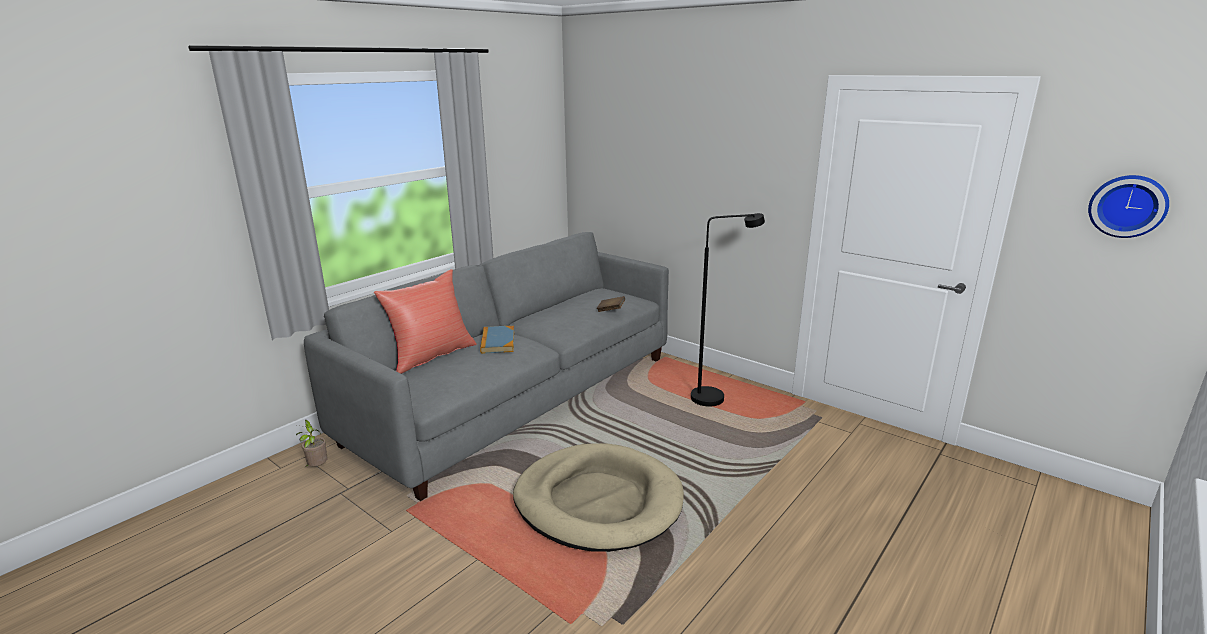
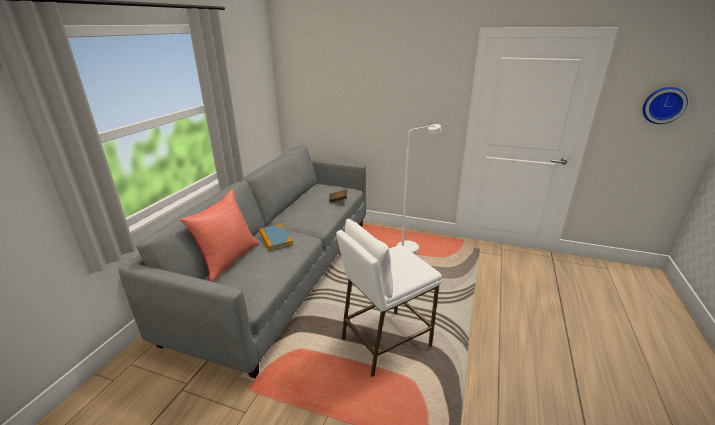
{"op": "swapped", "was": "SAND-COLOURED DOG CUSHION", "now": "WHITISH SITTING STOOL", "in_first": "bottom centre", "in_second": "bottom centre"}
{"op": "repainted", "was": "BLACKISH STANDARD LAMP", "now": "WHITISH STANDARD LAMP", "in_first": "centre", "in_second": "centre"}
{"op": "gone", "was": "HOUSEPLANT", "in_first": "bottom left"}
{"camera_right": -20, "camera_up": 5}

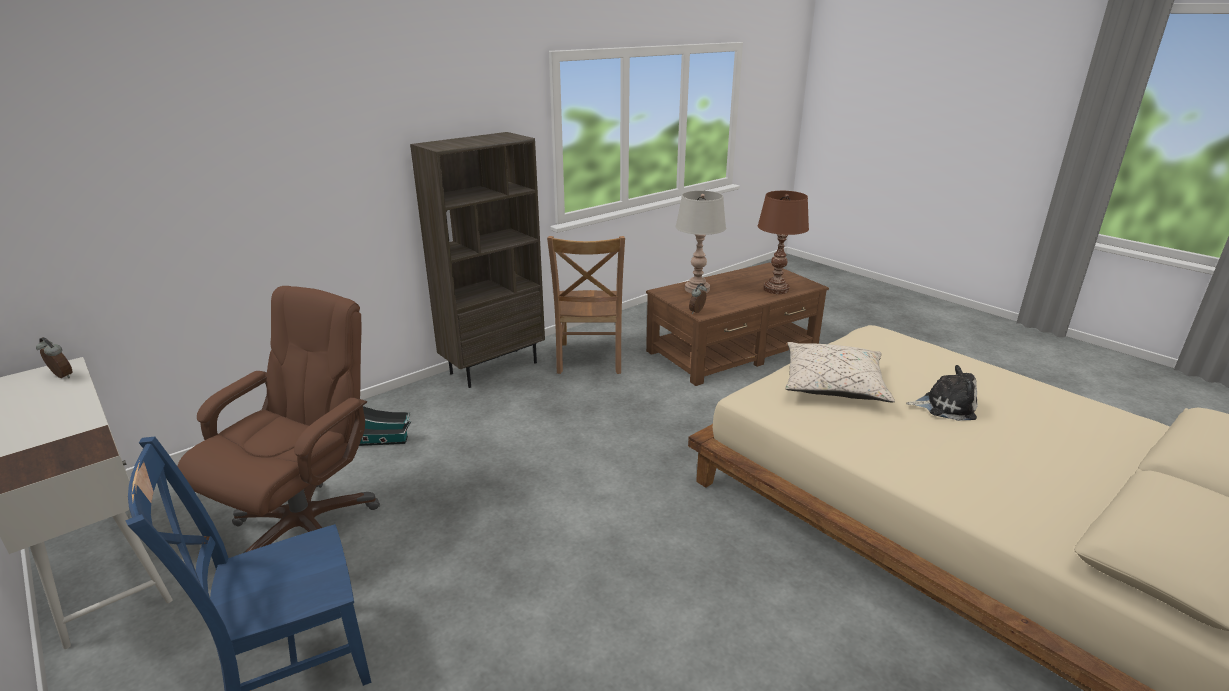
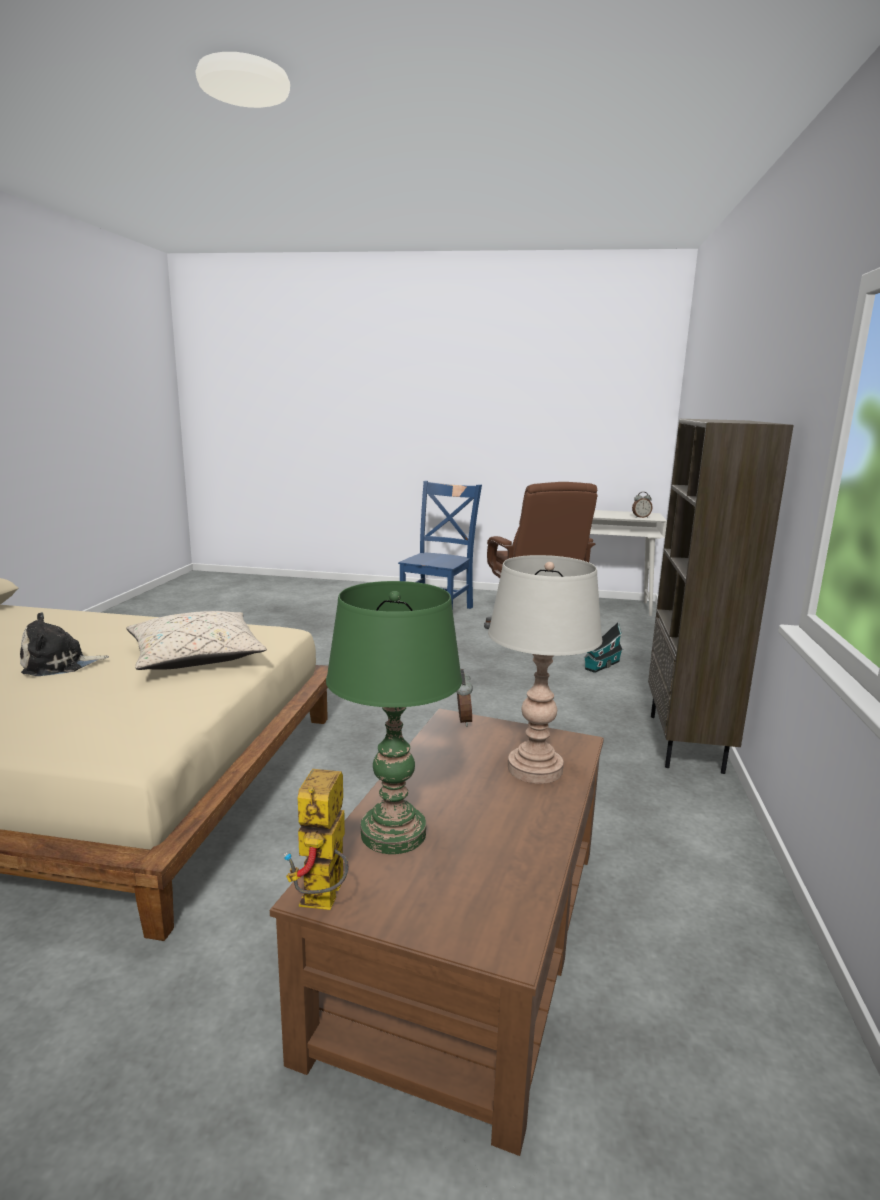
{"op": "new", "now": "ROBOT FIGURE", "in_second": "bottom centre"}
{"op": "repainted", "was": "BROWN TABLE LAMP", "now": "GREENISH TABLE LAMP", "in_first": "centre", "in_second": "centre"}
{"op": "gone", "was": "BROWN UPRIGHT CHAIR", "in_first": "centre"}
{"camera_right": 140, "camera_up": -10}

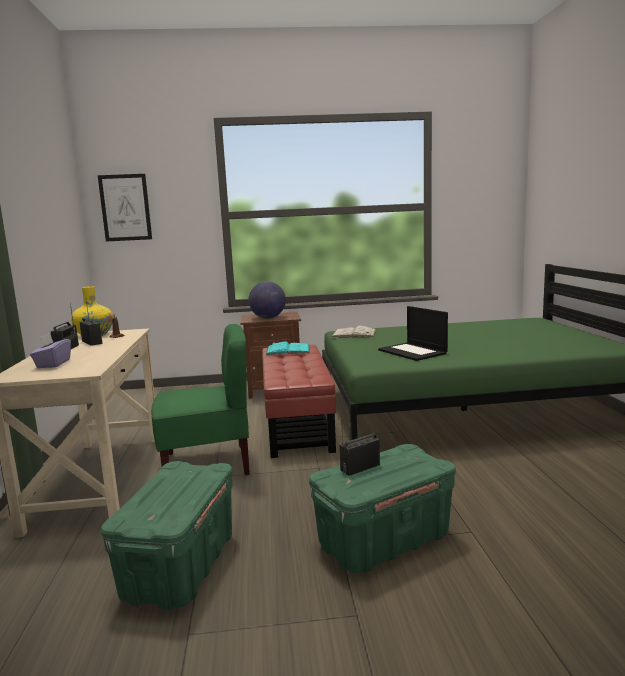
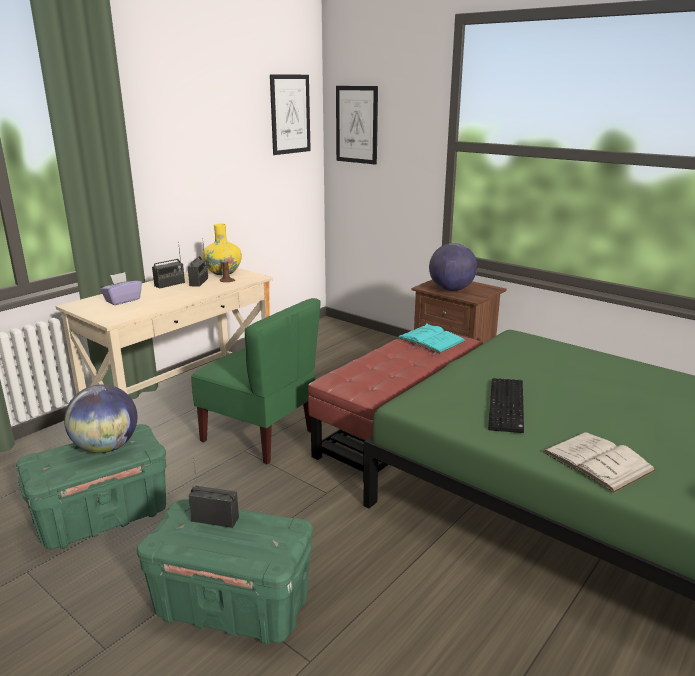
{"op": "new", "now": "DESK GLOBE (no. 1 from left)", "in_second": "middle left"}
{"op": "new", "now": "PICTURE (no. 1 from left)", "in_second": "top centre"}
{"op": "swapped", "was": "PORTABLE COMPUTER", "now": "COMPUTER KEYBOARD", "in_first": "centre", "in_second": "middle right"}
{"op": "shifted", "was": "WHITISH VOLUME", "in_first": "centre", "in_second": "bottom right"}
{"camera_right": 45, "camera_up": 10}

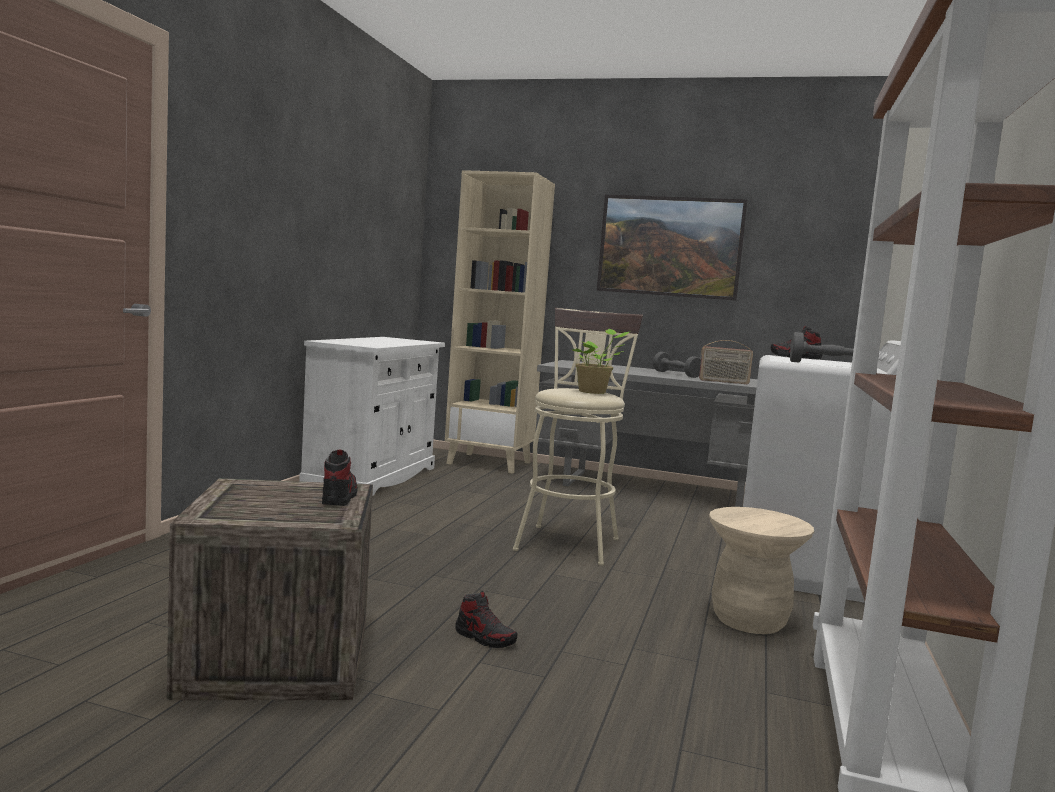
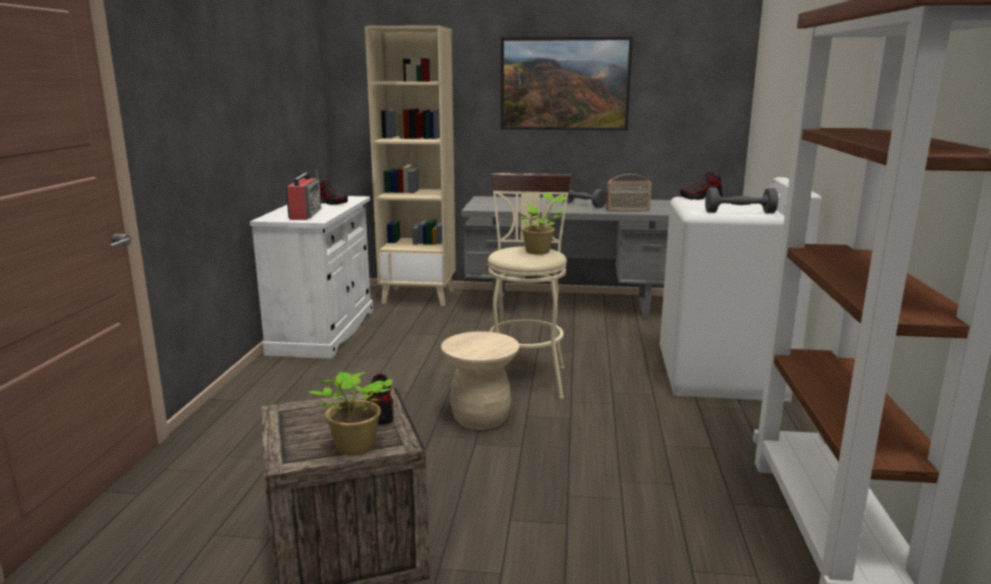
{"op": "new", "now": "RADIO SET (no. 1 from left)", "in_second": "middle left"}
{"op": "new", "now": "HOUSEPLANT (no. 1 from left)", "in_second": "bottom centre"}
{"op": "shifted", "was": "SHOE (no. 2 from left in the first image)", "now": "SHOE (no. 1 from left)", "in_first": "bottom centre", "in_second": "top centre"}
{"op": "shifted", "was": "SAND-COLOURED SITTING STOOL (no. 2 from left in the first image)", "now": "SAND-COLOURED SITTING STOOL (no. 1 from left)", "in_first": "bottom right", "in_second": "centre"}
{"camera_right": -10, "camera_up": 10}

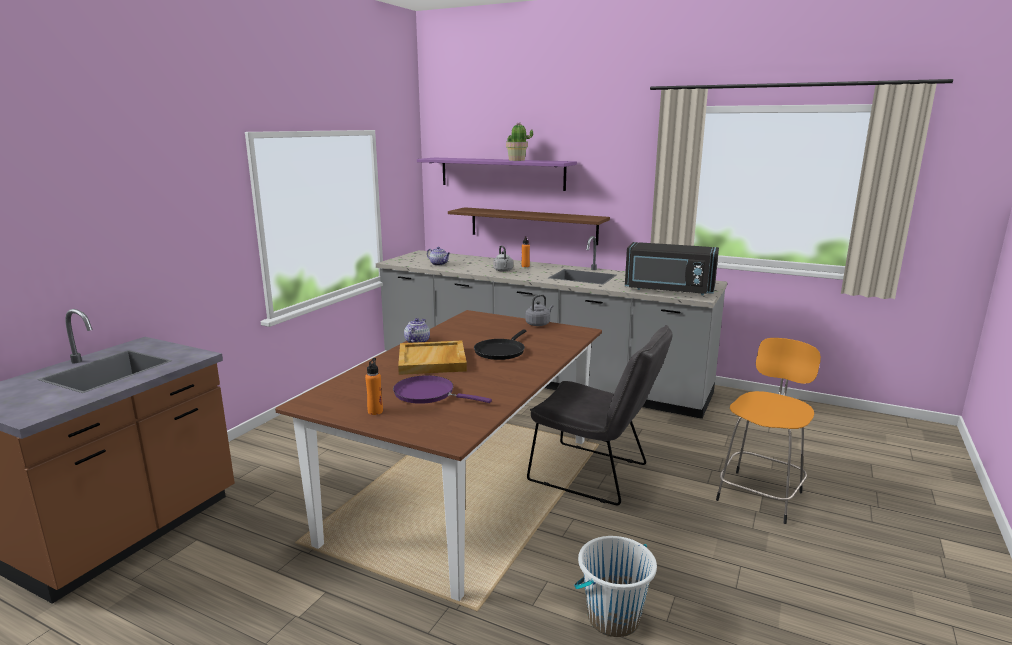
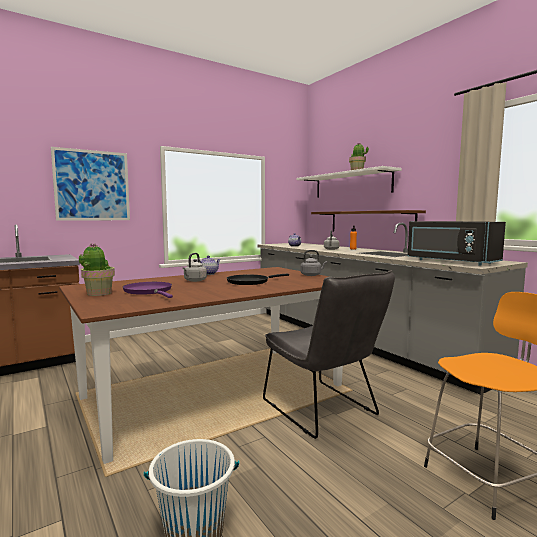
{"op": "new", "now": "PICTURE", "in_second": "middle left"}
{"op": "swapped", "was": "ORANGE-COLOURED BOTTLE (no. 1 from left)", "now": "HOUSEPLANT (no. 1 from left)", "in_first": "centre", "in_second": "middle left"}
{"op": "swapped", "was": "SAND-COLOURED TRAY", "now": "GRAY KETTLE (no. 1 from left)", "in_first": "centre", "in_second": "centre"}
{"op": "repainted", "was": "PURPLISH WALL SHELF", "now": "WHITISH WALL SHELF", "in_first": "top centre", "in_second": "centre"}
{"camera_right": 30, "camera_up": -10}

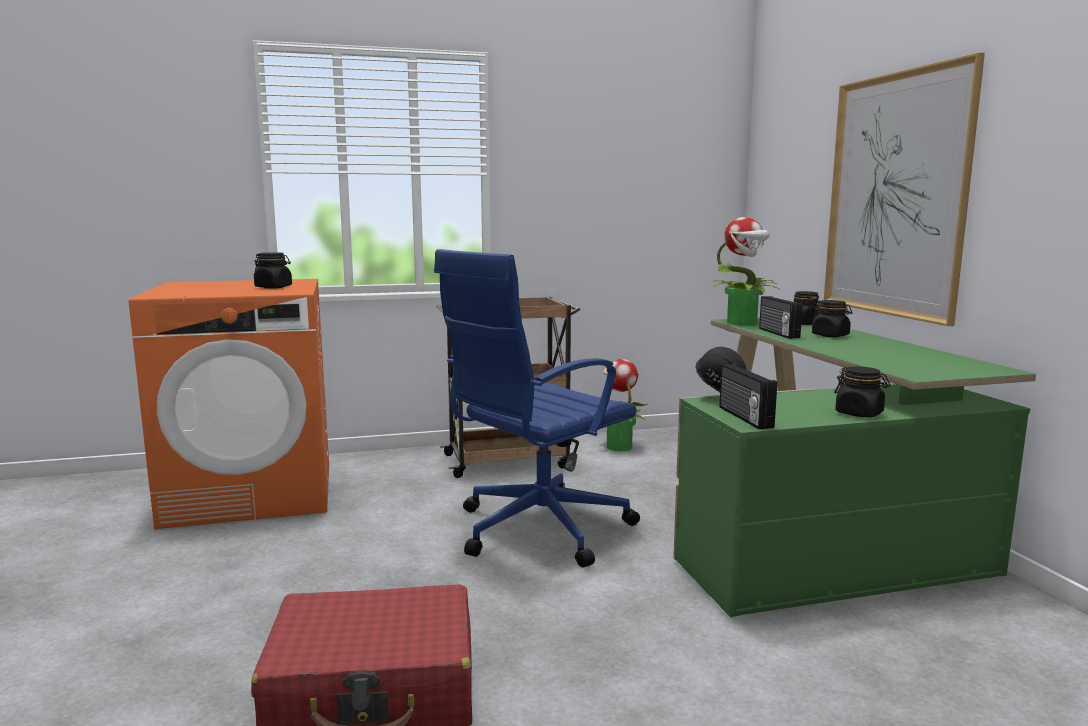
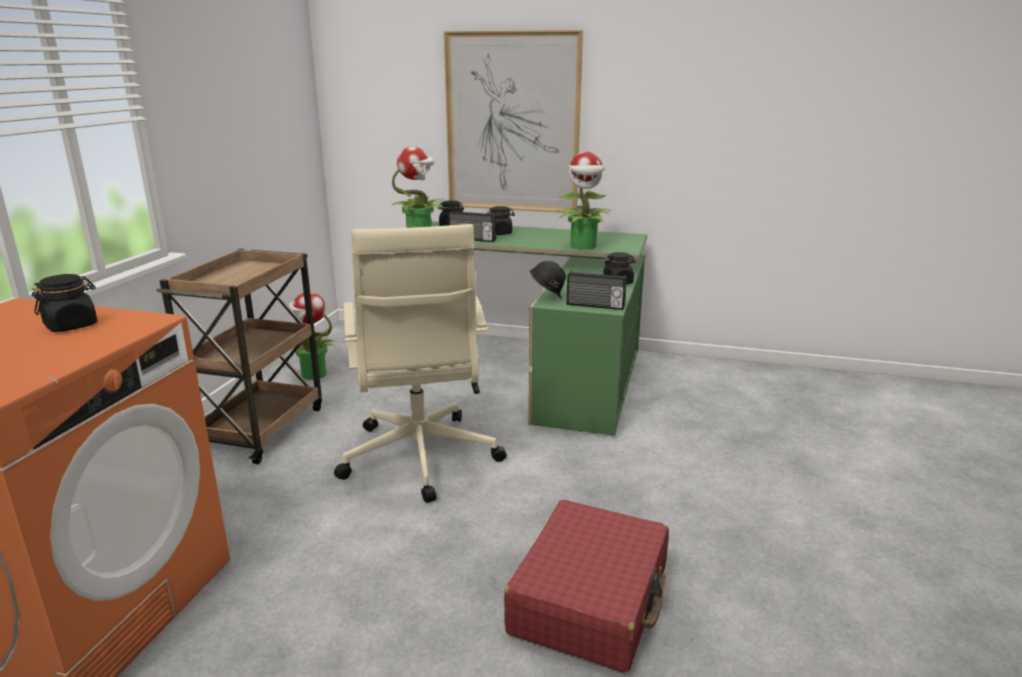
{"op": "repainted", "was": "BLUE-COLOURED OFFICE CHAIR", "now": "SAND-COLOURED OFFICE CHAIR", "in_first": "centre", "in_second": "centre"}
{"op": "new", "now": "HOUSEPLANT (no. 3 from left)", "in_second": "top centre"}
{"camera_right": -60, "camera_up": 10}

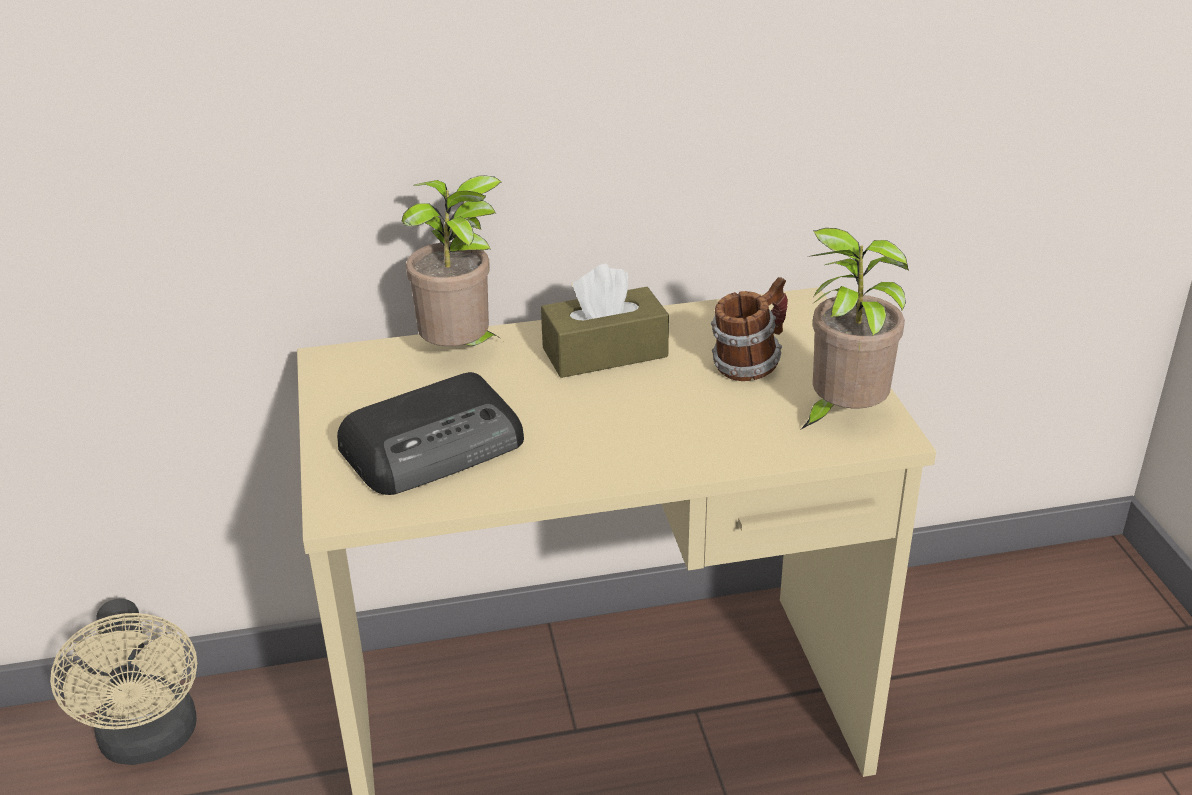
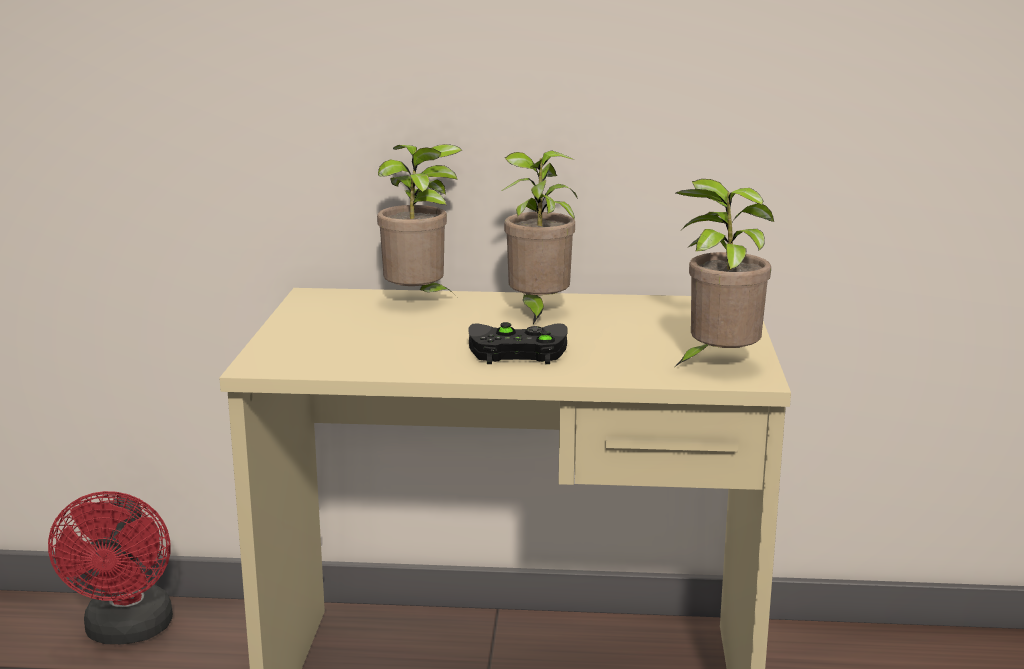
{"op": "repainted", "was": "SAND-COLOURED ELECTRIC FAN", "now": "RED ELECTRIC FAN", "in_first": "bottom left", "in_second": "bottom left"}
{"op": "new", "now": "BLACKISH GAMEPAD", "in_second": "centre"}
{"op": "swapped", "was": "BROWN TISSUE HOLDER", "now": "HOUSEPLANT (no. 2 from left)", "in_first": "centre", "in_second": "centre"}
{"op": "gone", "was": "RADIO SET", "in_first": "centre"}
{"op": "gone", "was": "TEA MUG", "in_first": "centre"}
{"camera_right": 15, "camera_up": -15}

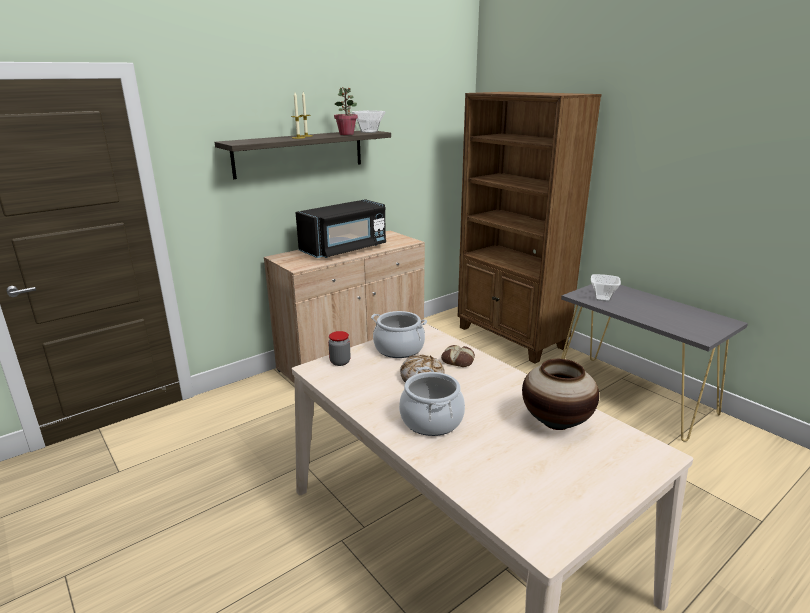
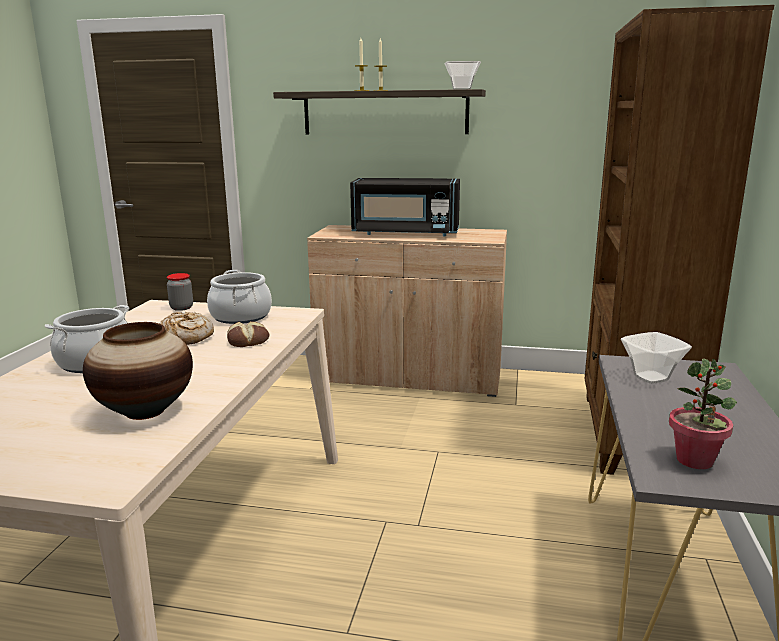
{"op": "shifted", "was": "HOUSEPLANT", "in_first": "top centre", "in_second": "middle right"}
{"camera_right": 50, "camera_up": -5}

